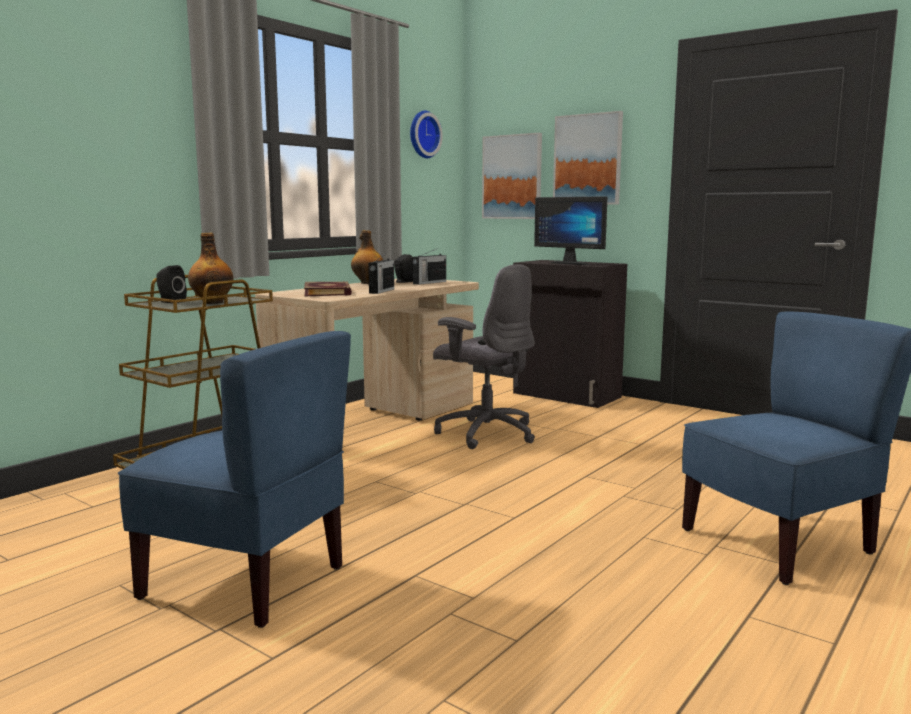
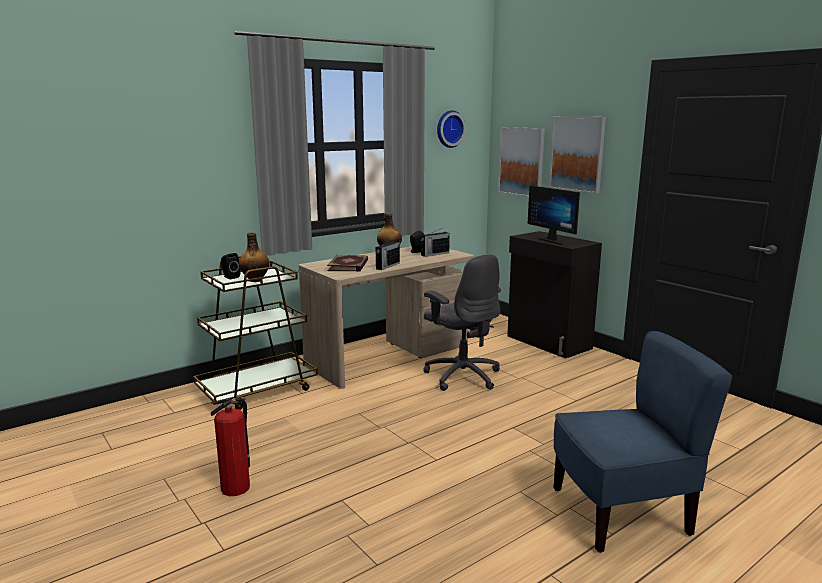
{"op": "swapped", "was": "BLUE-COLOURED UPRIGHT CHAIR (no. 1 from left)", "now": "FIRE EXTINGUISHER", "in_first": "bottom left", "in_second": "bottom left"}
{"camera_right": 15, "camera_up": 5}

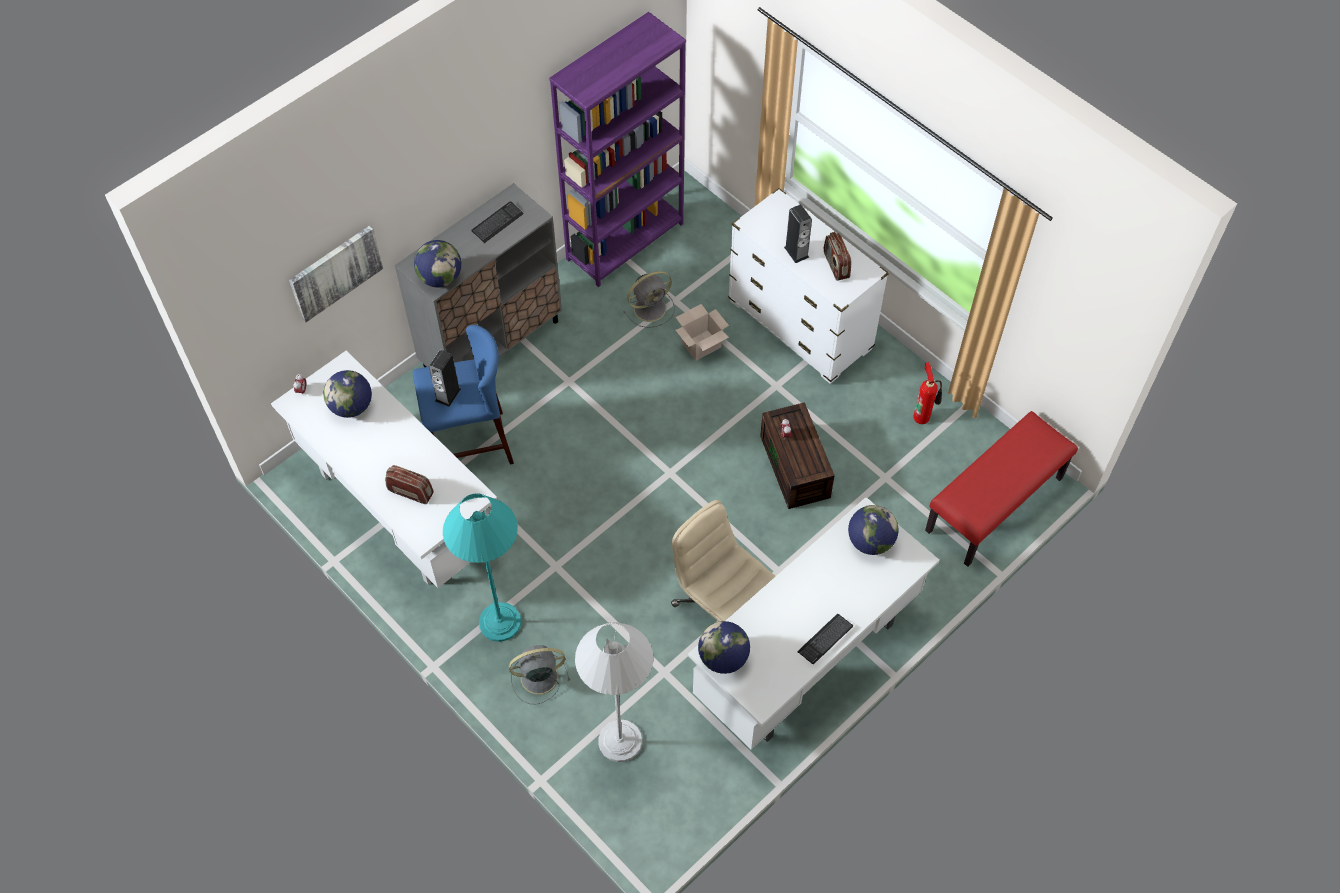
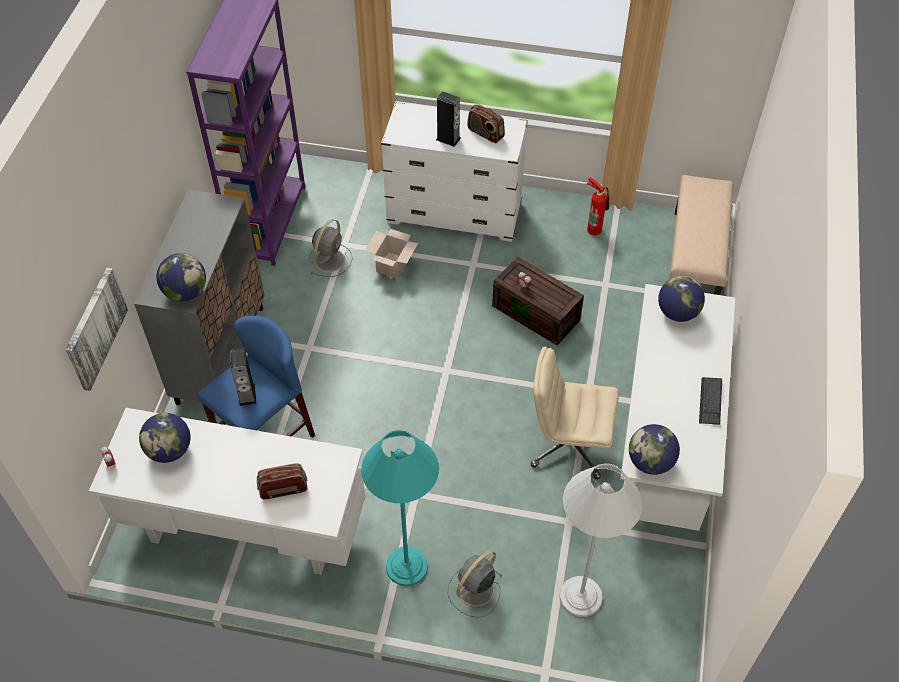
{"op": "repainted", "was": "RED BENCH", "now": "SAND-COLOURED BENCH", "in_first": "middle right", "in_second": "middle right"}
{"op": "gone", "was": "COMPUTER KEYBOARD (no. 1 from left)", "in_first": "top centre"}
{"camera_right": -35, "camera_up": -5}

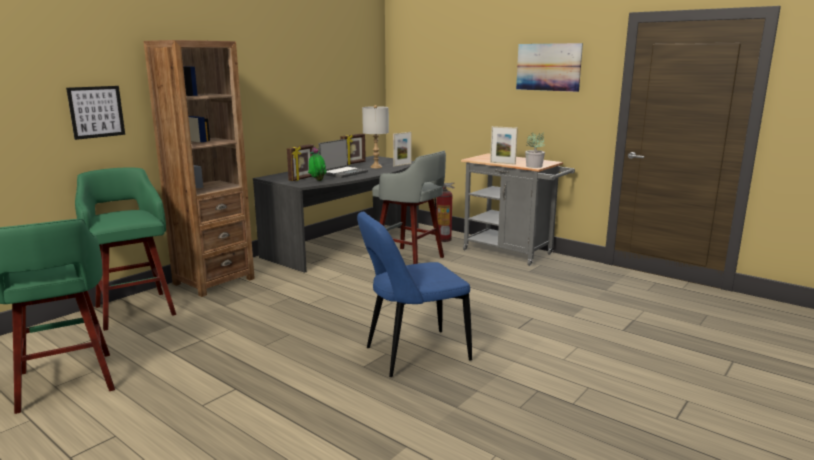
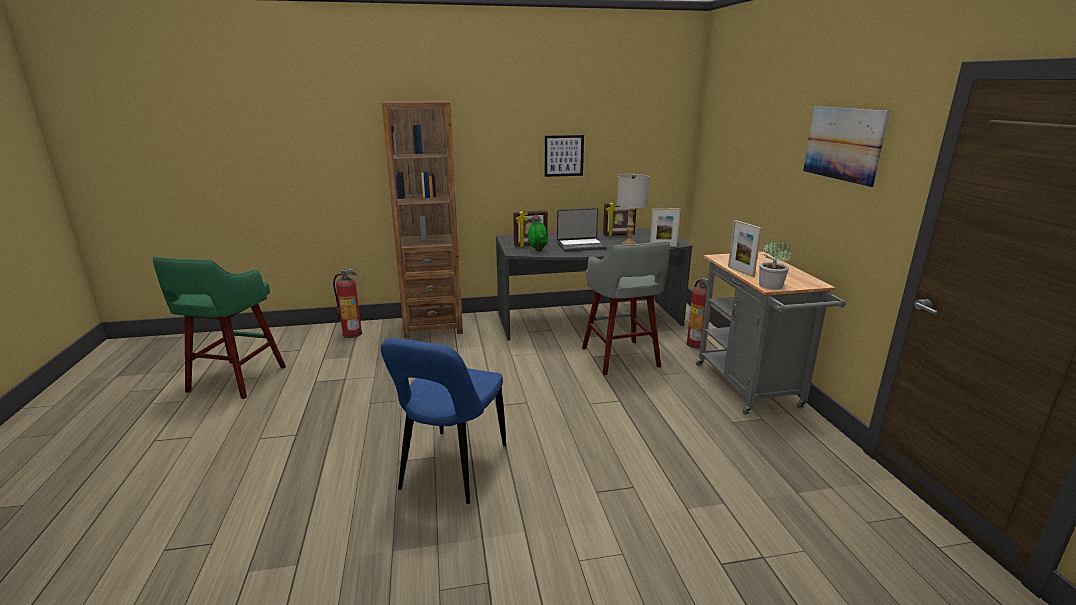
{"op": "swapped", "was": "GREENISH SITTING STOOL (no. 2 from left)", "now": "FIRE EXTINGUISHER (no. 1 from left)", "in_first": "middle left", "in_second": "middle left"}
{"op": "rotated", "was": "BLUE-COLOURED UPRIGHT CHAIR", "in_first": "centre", "in_second": "bottom centre", "clockwise": -90}
{"op": "shifted", "was": "PICTURE (no. 1 from left)", "in_first": "top left", "in_second": "top centre"}
{"camera_right": 40, "camera_up": 5}

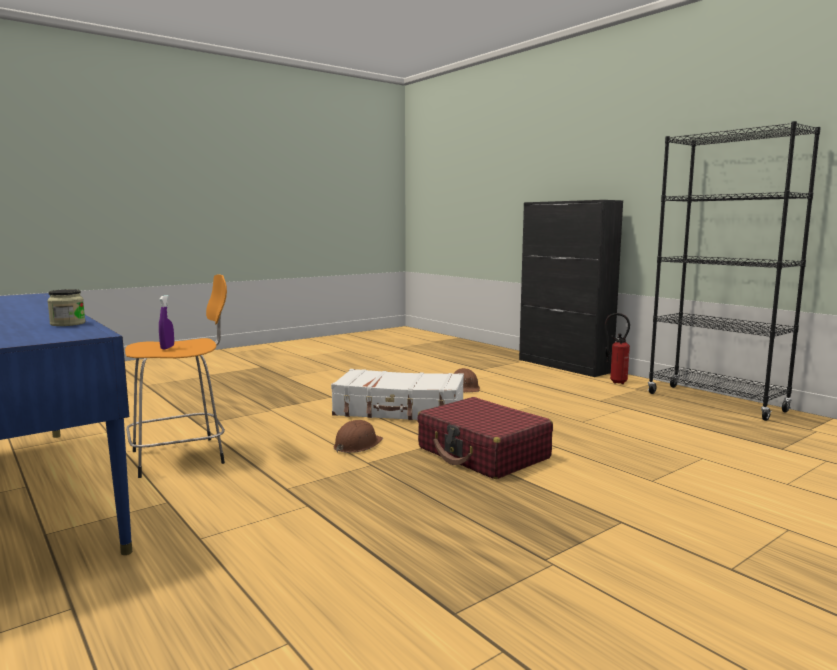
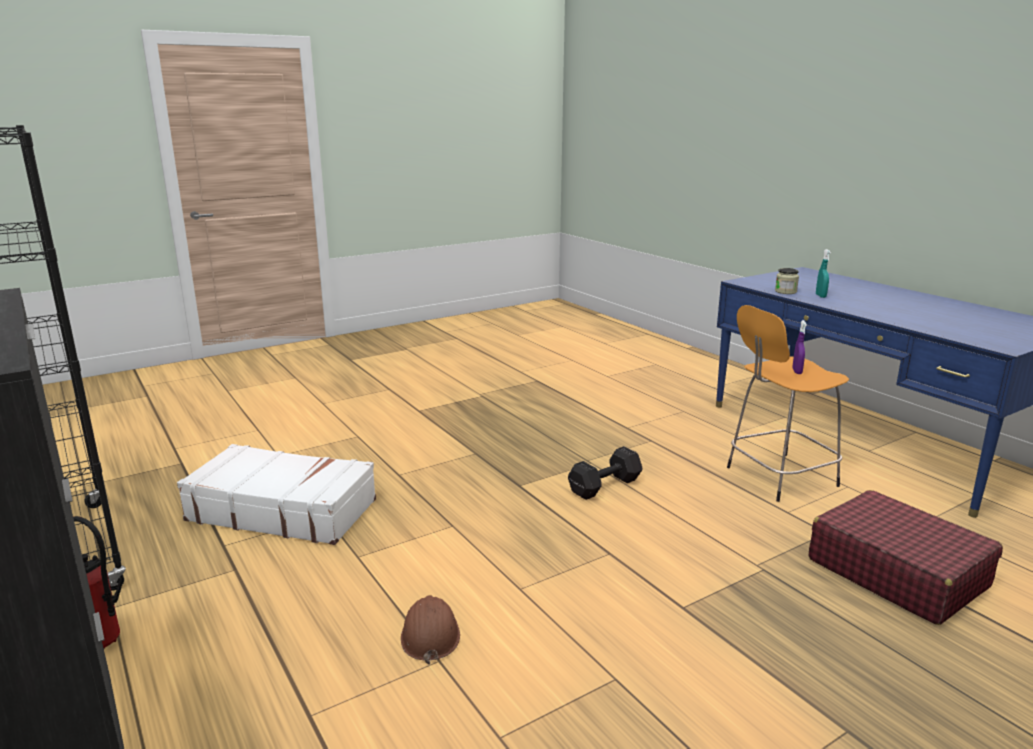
{"op": "shifted", "was": "WHITISH SUITCASE", "in_first": "centre", "in_second": "middle left"}
{"op": "swapped", "was": "BROWN SAFETY HELMET (no. 1 from left)", "now": "BLACKISH FREE WEIGHT", "in_first": "centre", "in_second": "centre"}
{"op": "shifted", "was": "RED SUITCASE", "in_first": "centre", "in_second": "bottom right"}
{"op": "new", "now": "BLUE-GREEN HAND SPRAYER", "in_second": "middle right"}
{"camera_right": -175, "camera_up": 10}

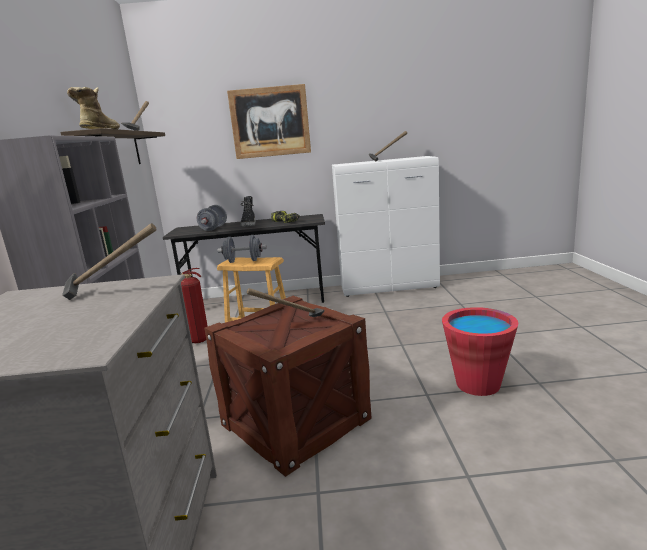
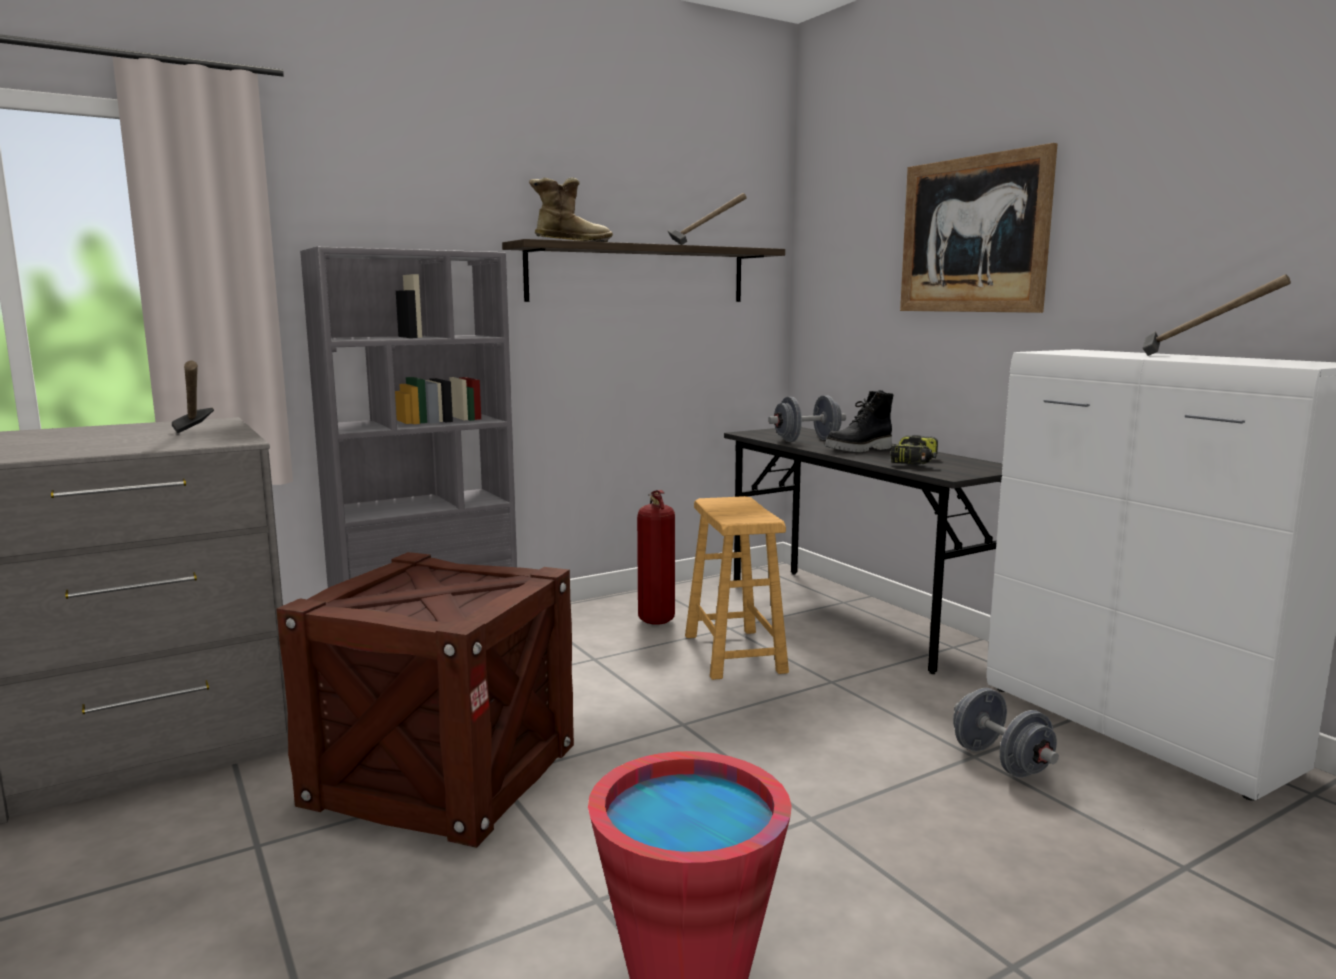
{"op": "shifted", "was": "GRAY FREE WEIGHT (no. 2 from left)", "in_first": "centre", "in_second": "bottom right"}
{"op": "gone", "was": "TOOL HAMMER (no. 3 from left)", "in_first": "centre"}
{"camera_right": 60, "camera_up": -5}

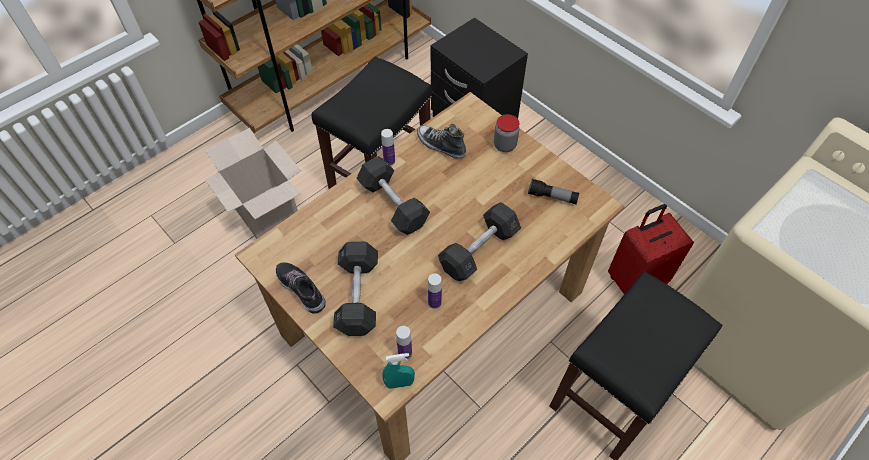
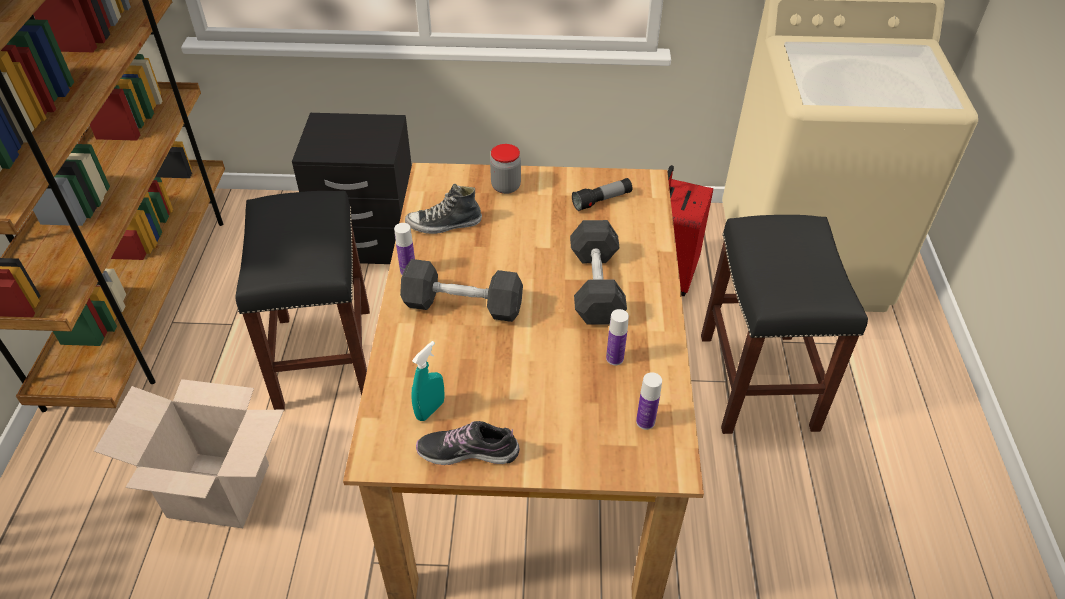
{"op": "shifted", "was": "BLUE-GREEN HAND SPRAYER", "in_first": "bottom centre", "in_second": "centre"}
{"op": "gone", "was": "GRAY FREE WEIGHT (no. 1 from left)", "in_first": "centre"}
{"camera_right": -45, "camera_up": -10}

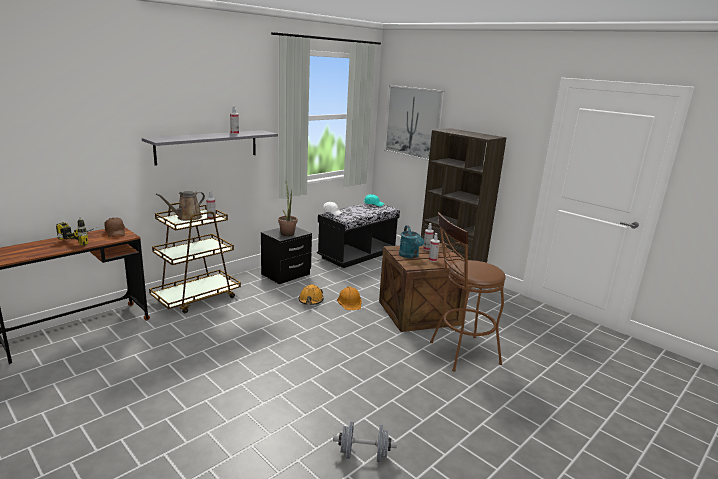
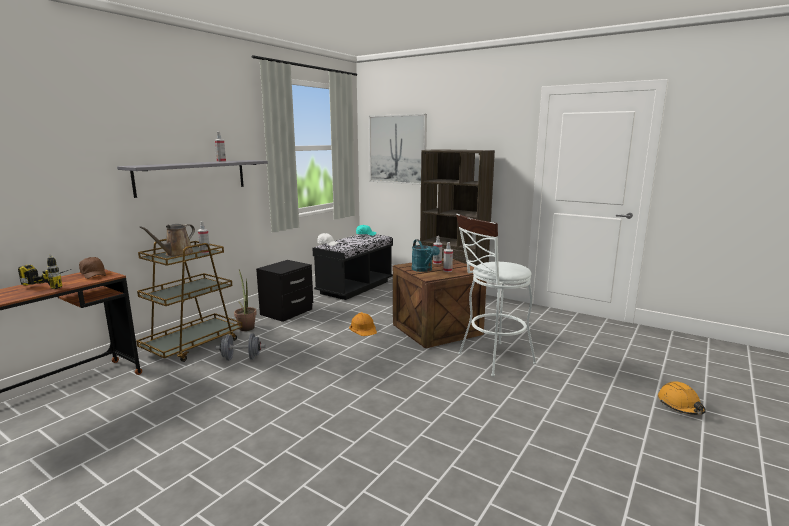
{"op": "shifted", "was": "GRAY FREE WEIGHT", "in_first": "bottom centre", "in_second": "middle left"}
{"op": "shifted", "was": "HOUSEPLANT", "in_first": "centre", "in_second": "middle left"}
{"op": "repainted", "was": "BROWN SITTING STOOL", "now": "WHITISH SITTING STOOL", "in_first": "centre", "in_second": "centre"}
{"op": "shifted", "was": "ORANGE-COLOURED SAFETY HELMET (no. 1 from left in the first image)", "now": "ORANGE-COLOURED SAFETY HELMET (no. 2 from left)", "in_first": "centre", "in_second": "bottom right"}
{"camera_right": -10, "camera_up": -5}

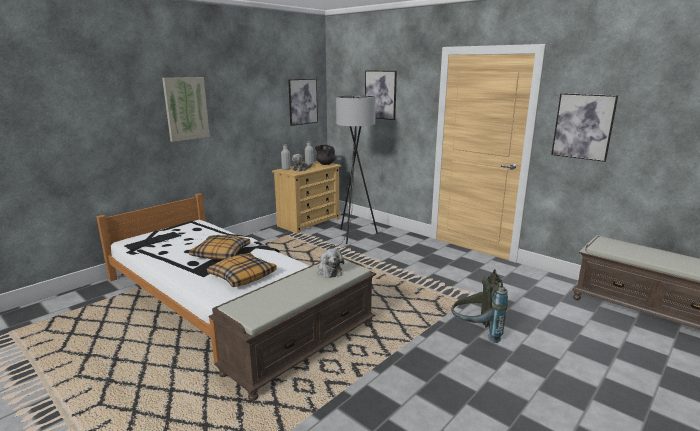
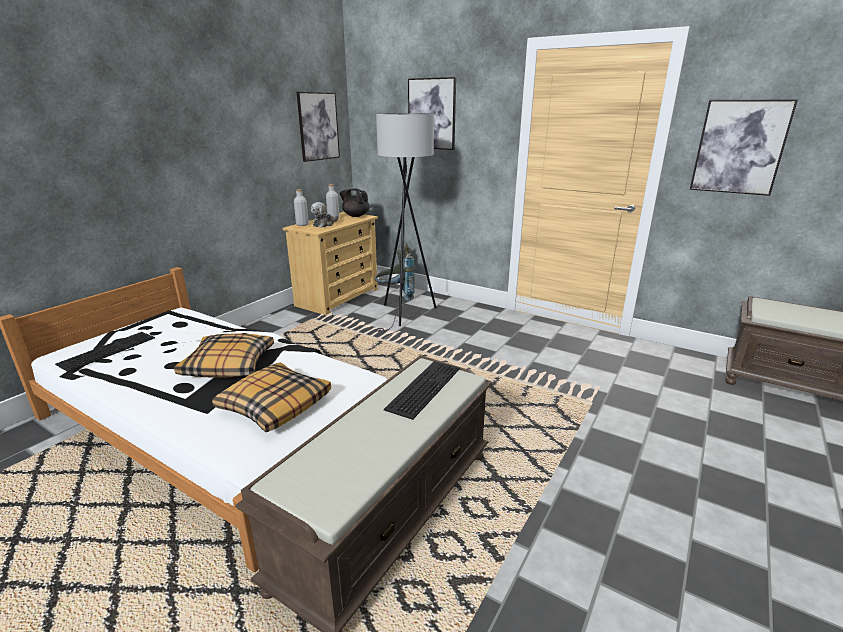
{"op": "shifted", "was": "GRAY RUCKSACK", "in_first": "bottom right", "in_second": "centre"}
{"op": "swapped", "was": "PLUSH TOY (no. 2 from left)", "now": "COMPUTER KEYBOARD (no. 2 from left)", "in_first": "centre", "in_second": "centre"}
{"op": "gone", "was": "PICTURE (no. 1 from left)", "in_first": "top left"}
{"camera_right": -10, "camera_up": 5}

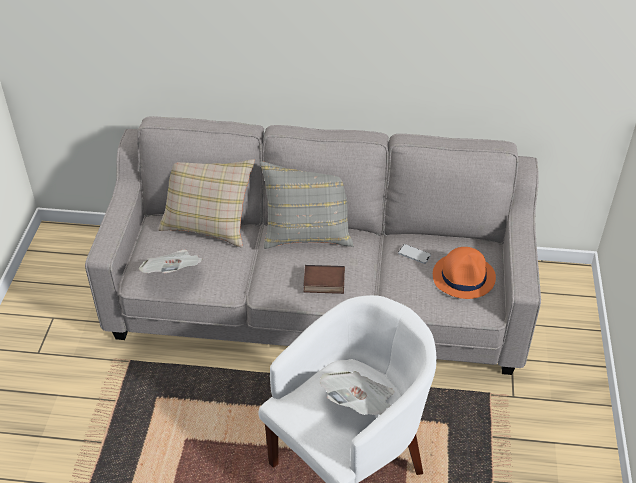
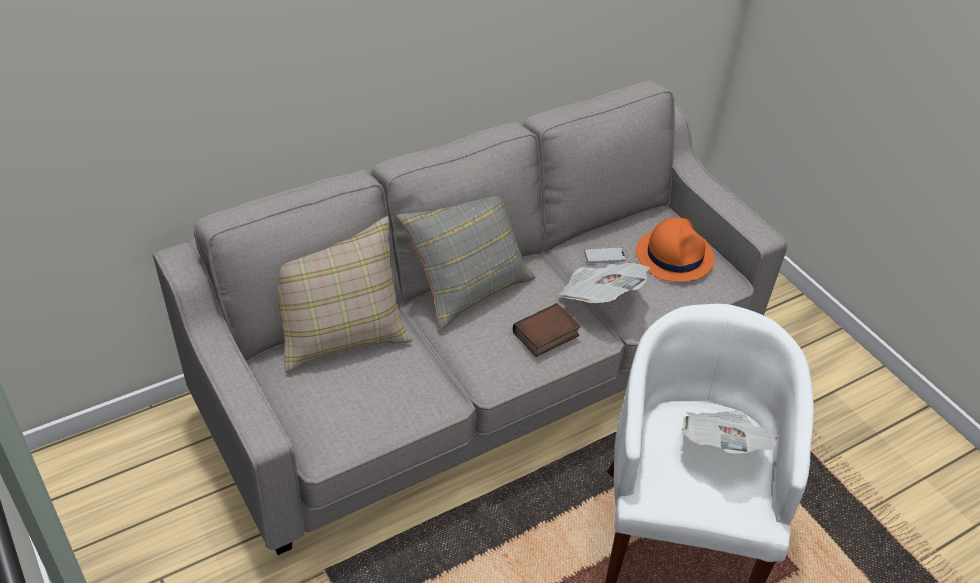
{"op": "shifted", "was": "PRINTED PAPER (no. 1 from left)", "in_first": "middle left", "in_second": "centre"}
{"camera_right": -40, "camera_up": 0}

